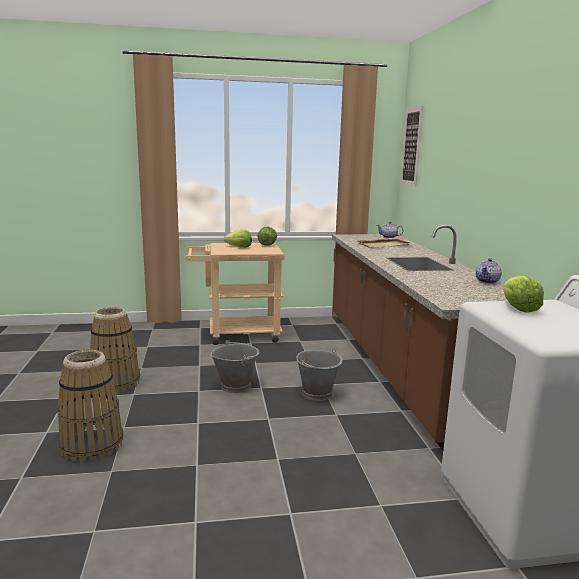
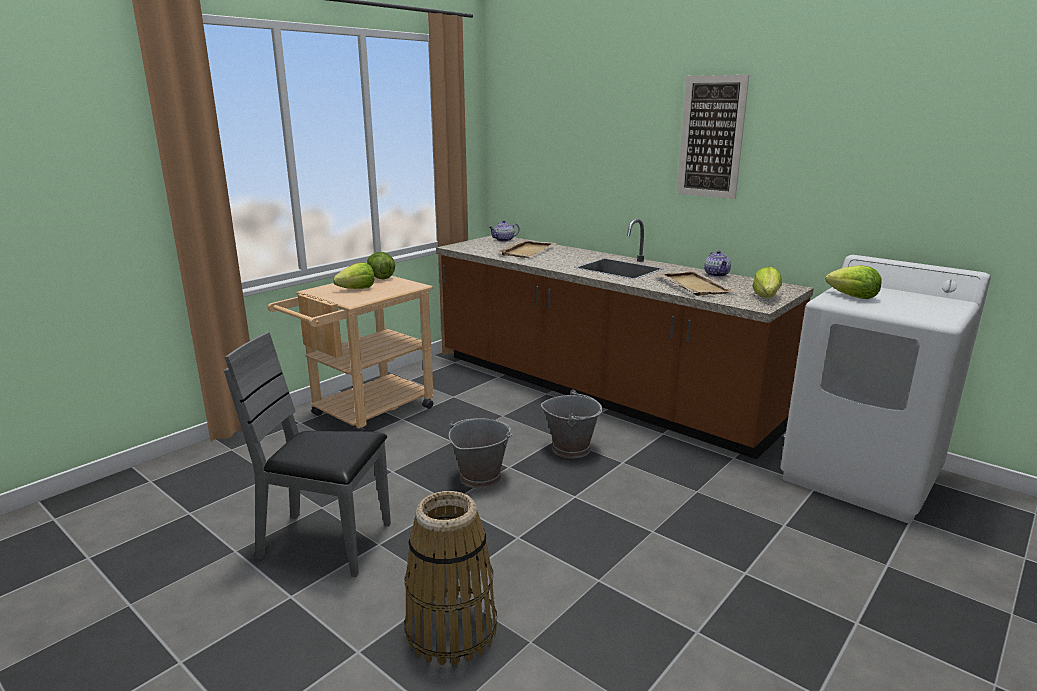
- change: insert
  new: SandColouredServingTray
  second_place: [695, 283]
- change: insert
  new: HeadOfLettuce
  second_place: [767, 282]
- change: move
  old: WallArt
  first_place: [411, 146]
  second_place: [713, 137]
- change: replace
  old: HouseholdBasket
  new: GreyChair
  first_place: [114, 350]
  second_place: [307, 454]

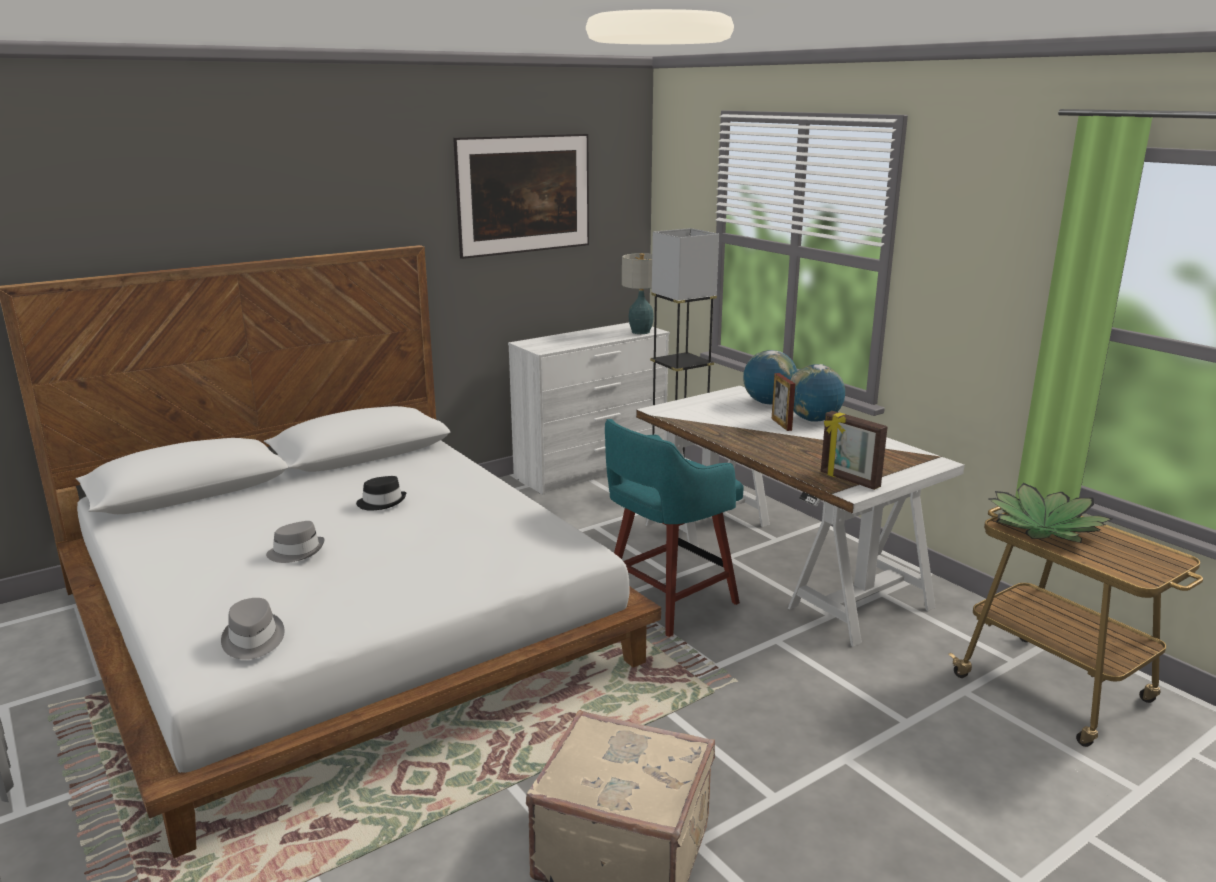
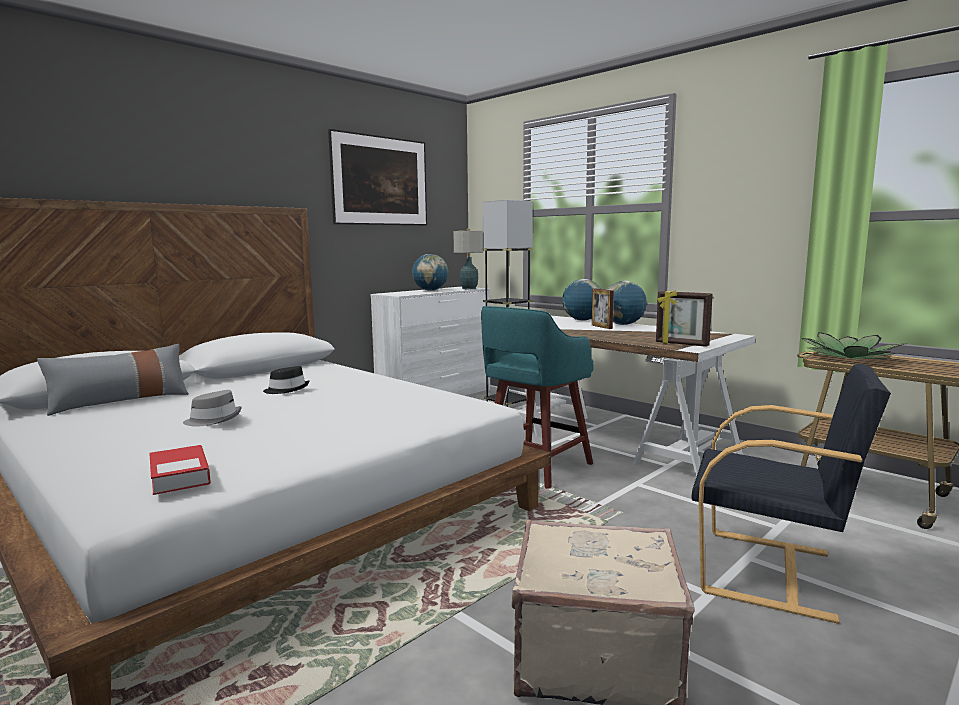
- change: insert
  new: GreyThrowPillow
  second_place: [113, 380]
- change: insert
  new: Globe
  second_place: [430, 272]
- change: insert
  new: BlackishEasyChair
  second_place: [791, 494]
- change: replace
  old: GreyClothingHat
  new: Book
  first_place: [253, 629]
  second_place: [180, 470]

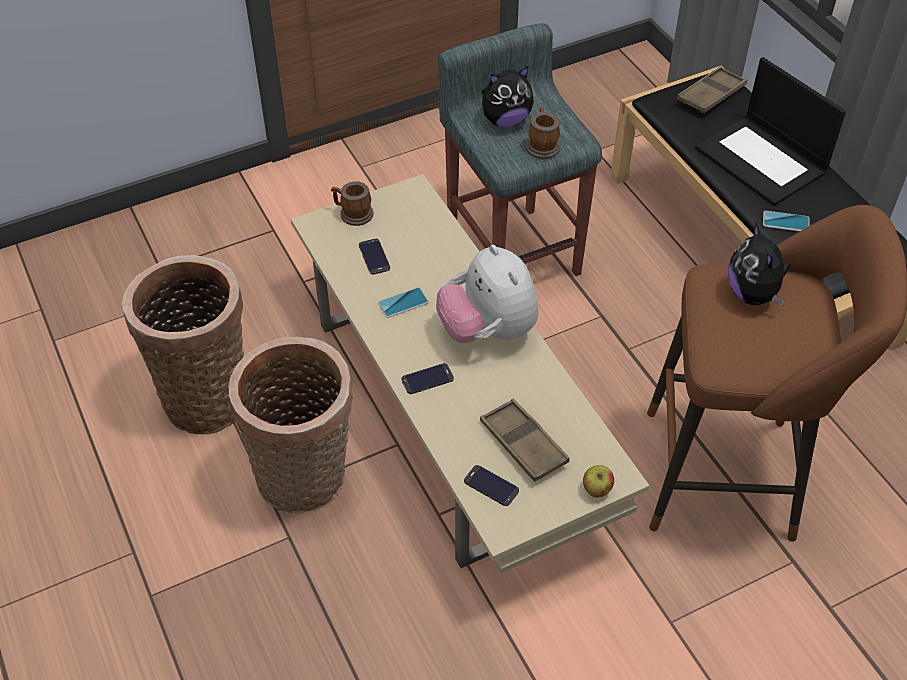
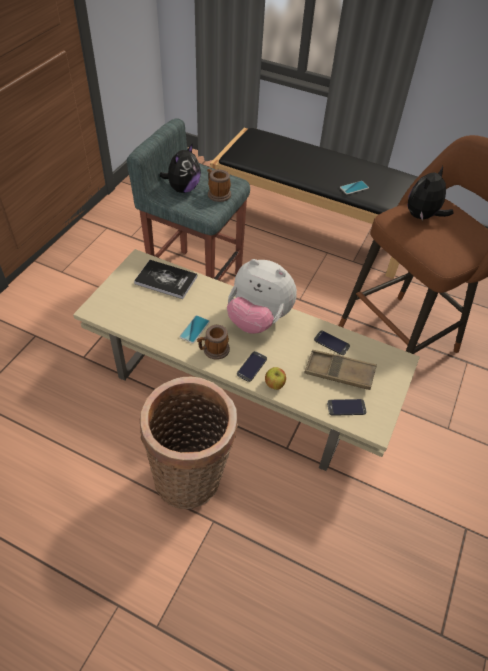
- change: delete
  old: HouseholdBasket
  first_place: [183, 344]
- change: delete
  old: BrownishServingTray
  first_place: [712, 89]
- change: delete
  old: PortableComputer
  first_place: [770, 131]
- change: insert
  new: Book
  second_place: [165, 279]
- change: move
  old: Mug
  first_place: [352, 203]
  second_place: [213, 342]
- change: move
  old: Telephone
  first_place: [374, 256]
  second_place: [332, 342]
- change: move
  old: WholeApple
  first_place: [598, 481]
  second_place: [275, 378]
- change: rotate
  old: PlushToy
  first_place: [759, 264]
  second_place: [431, 193]
  degrees: 90

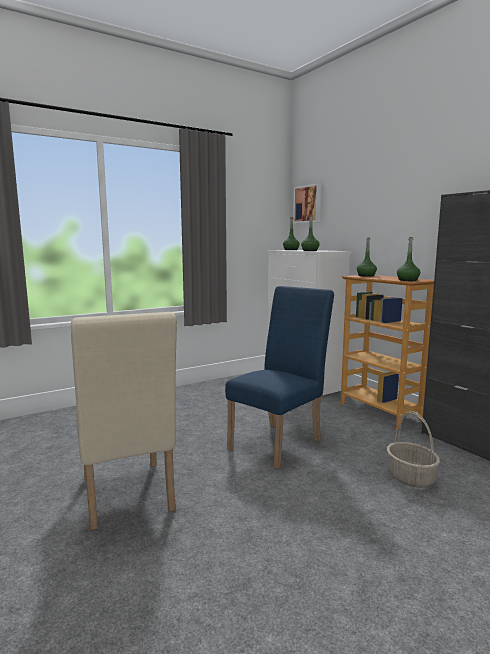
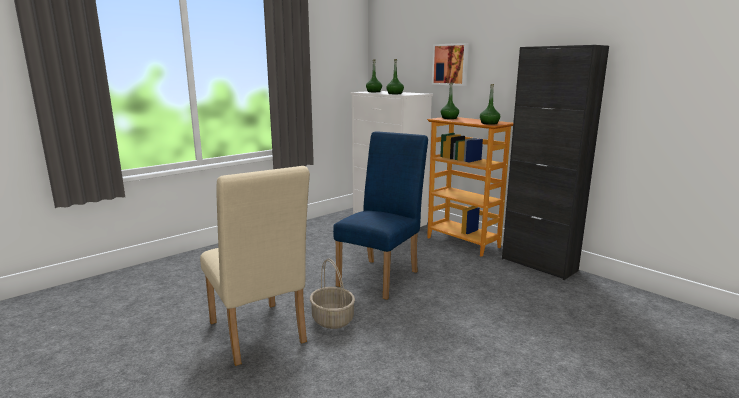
- change: move
  old: WallArt
  first_place: [307, 203]
  second_place: [450, 64]
- change: move
  old: HouseholdBasket
  first_place: [413, 449]
  second_place: [332, 293]

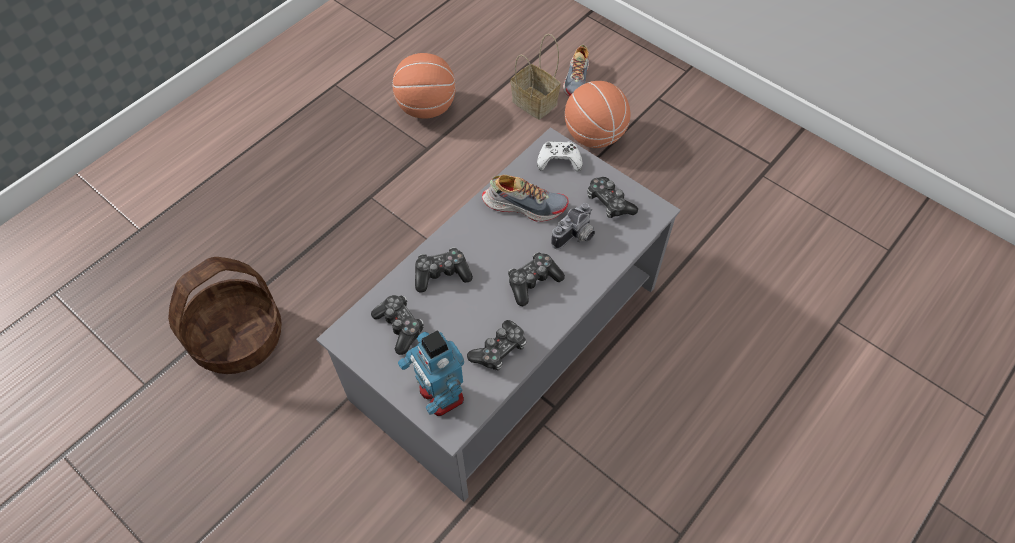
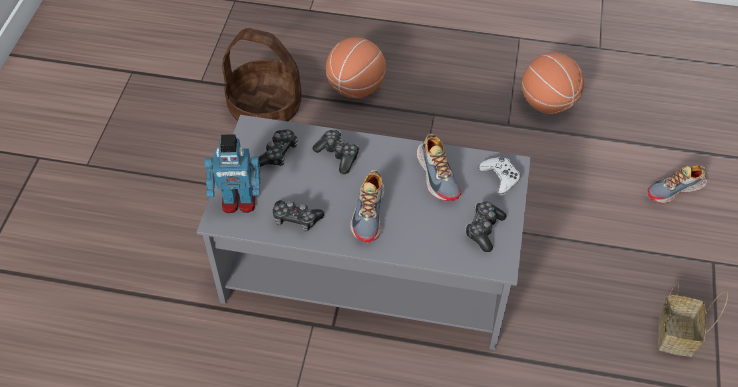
- change: delete
  old: PhotoCamera
  first_place: [573, 226]
- change: move
  old: HouseholdBasket
  first_place: [536, 77]
  second_place: [693, 319]
- change: move
  old: BasketballBall
  first_place: [598, 114]
  second_place: [356, 67]
- change: replace
  old: Joypad
  new: LowShoe
  first_place: [536, 279]
  second_place: [367, 206]
- change: rotate
  old: ModelRobot
  first_place: [431, 373]
  second_place: [232, 173]
  degrees: -120

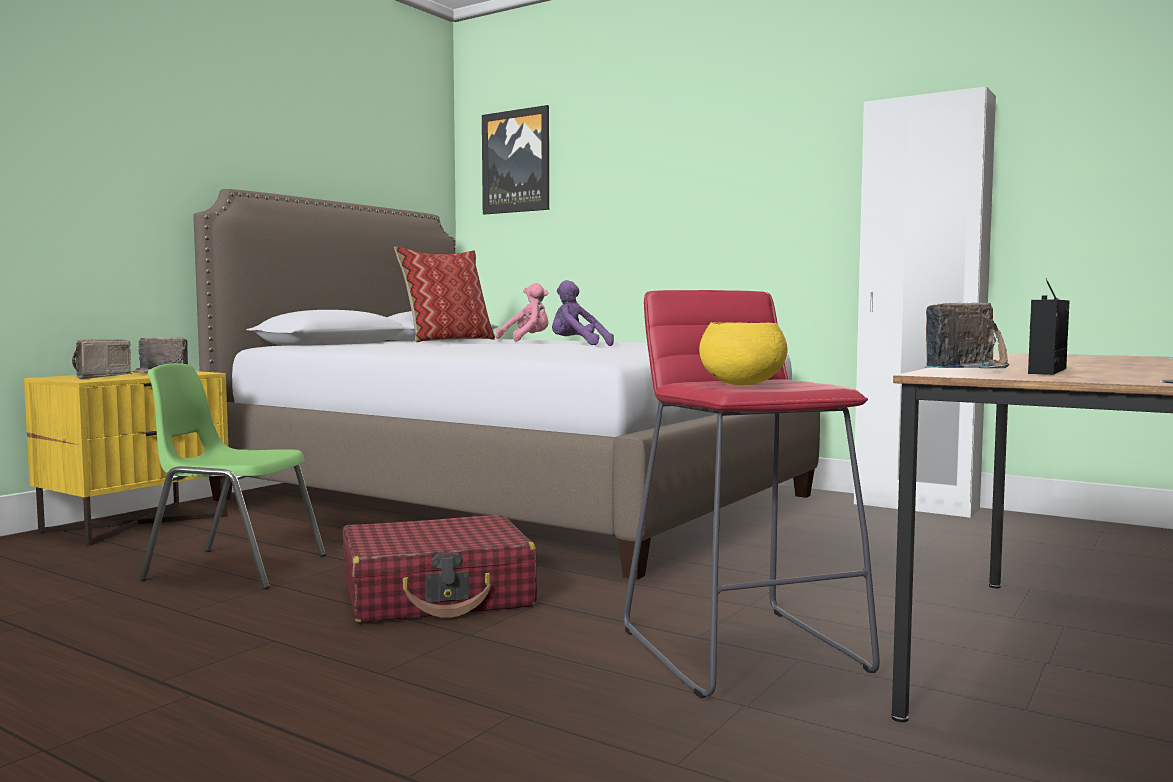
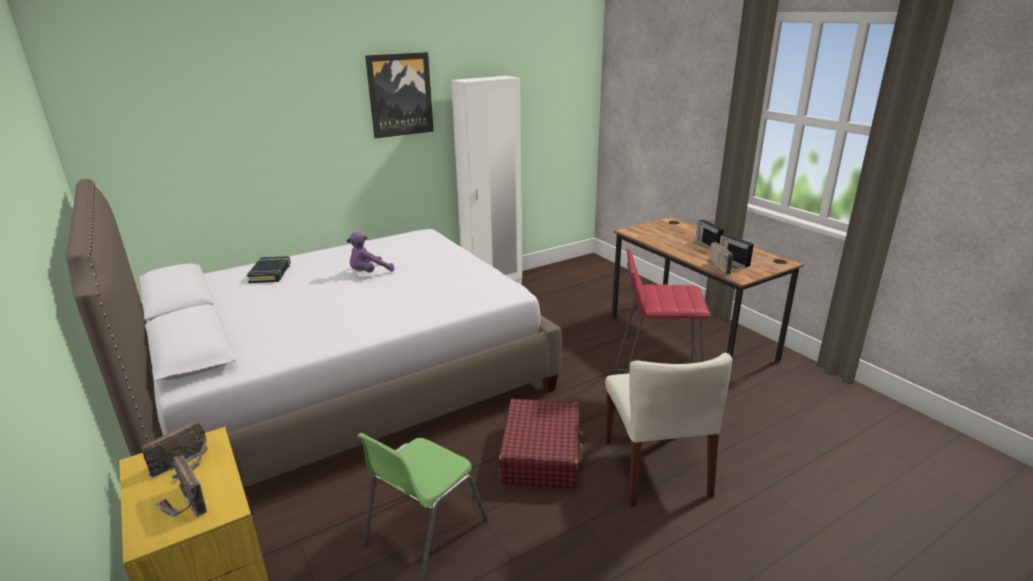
- change: delete
  old: ThrowPillow
  first_place: [444, 294]
- change: delete
  old: YellowDeepDish
  first_place: [743, 353]
- change: insert
  new: SandColouredChair
  second_place: [668, 430]
- change: insert
  new: RadioSet
  second_place: [710, 234]
- change: move
  old: WallArt
  first_place: [515, 160]
  second_place: [399, 95]
- change: replace
  old: PinkPlushToy
  new: BlackishBook
  first_place: [522, 312]
  second_place: [269, 269]

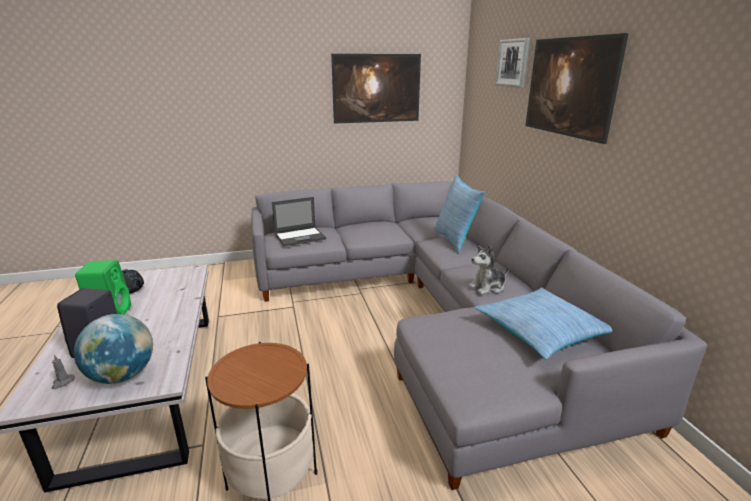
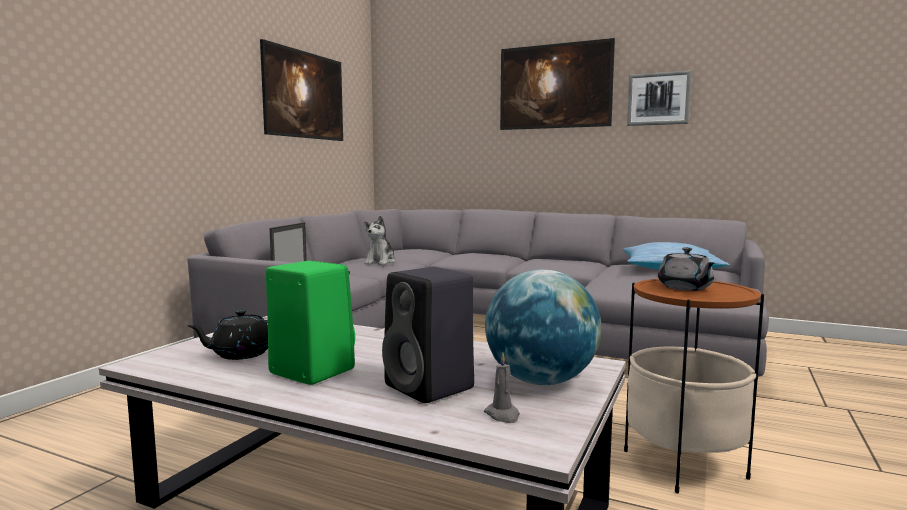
- change: delete
  old: ThrowPillow
  first_place: [459, 214]
- change: insert
  new: GreyTeapot
  second_place: [686, 269]
- change: move
  old: PlushToy
  first_place: [488, 269]
  second_place: [380, 240]
- change: move
  old: WallArt
  first_place: [512, 63]
  second_place: [659, 98]

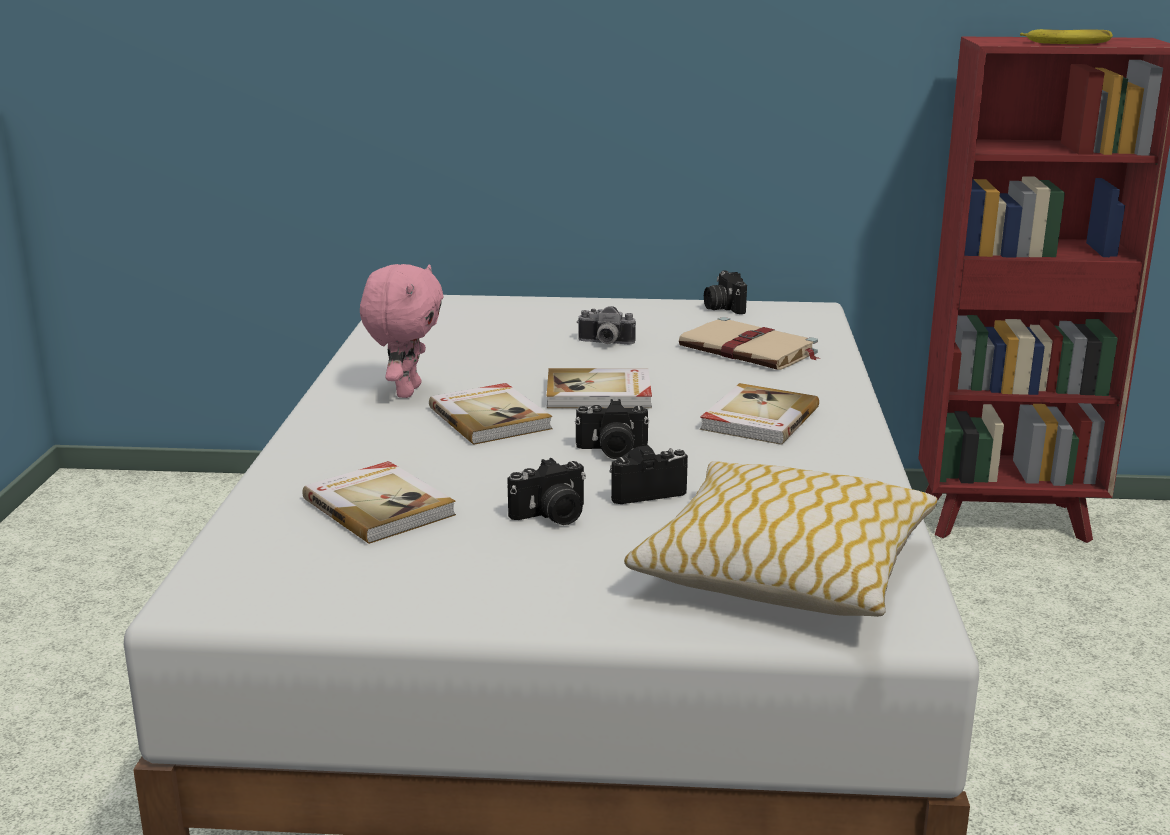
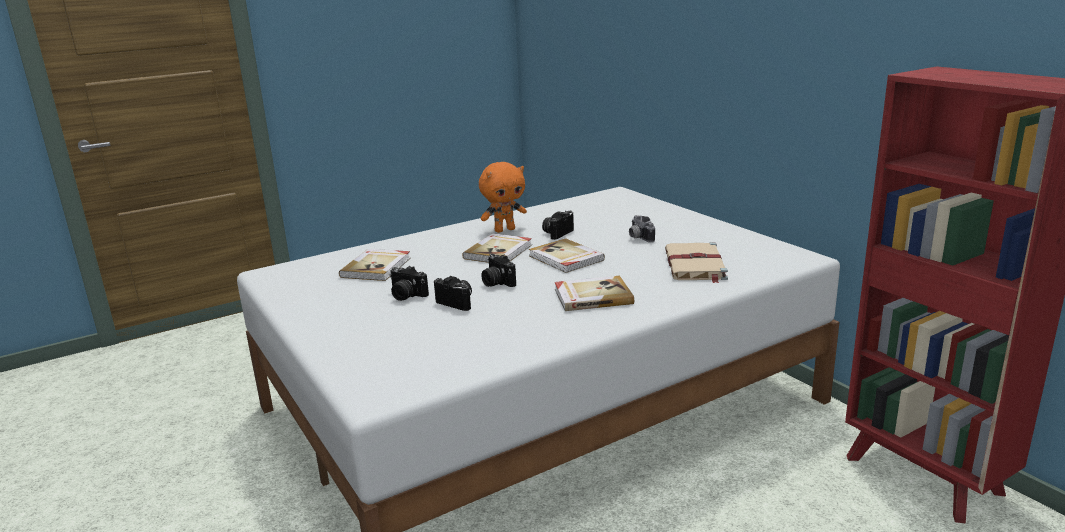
- change: delete
  old: ThrowPillow
  first_place: [780, 539]
- change: delete
  old: Banana
  first_place: [1066, 36]
- change: move
  old: PhotoCamera
  first_place: [725, 292]
  second_place: [558, 225]
- change: recolor
  old: PinkPlushToy
  new: OrangeyPlushToy
  first_place: [401, 331]
  second_place: [503, 197]

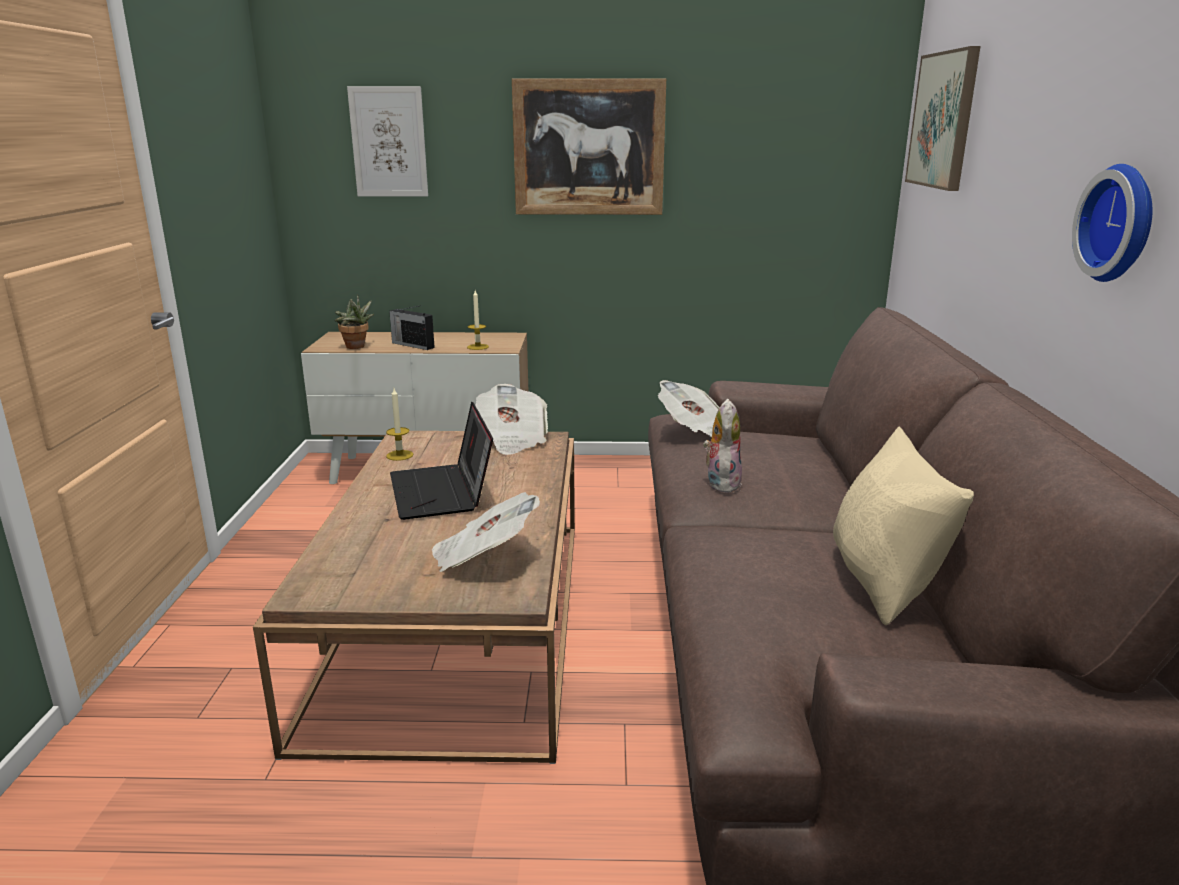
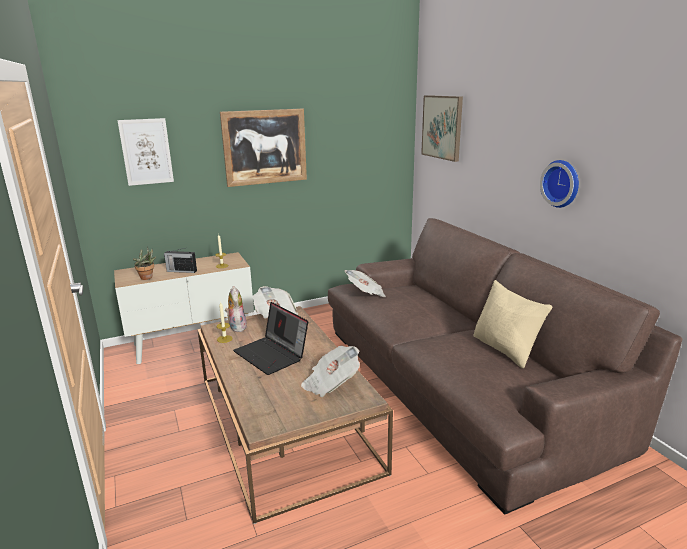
- change: move
  old: PlushToy
  first_place: [722, 446]
  second_place: [236, 309]

